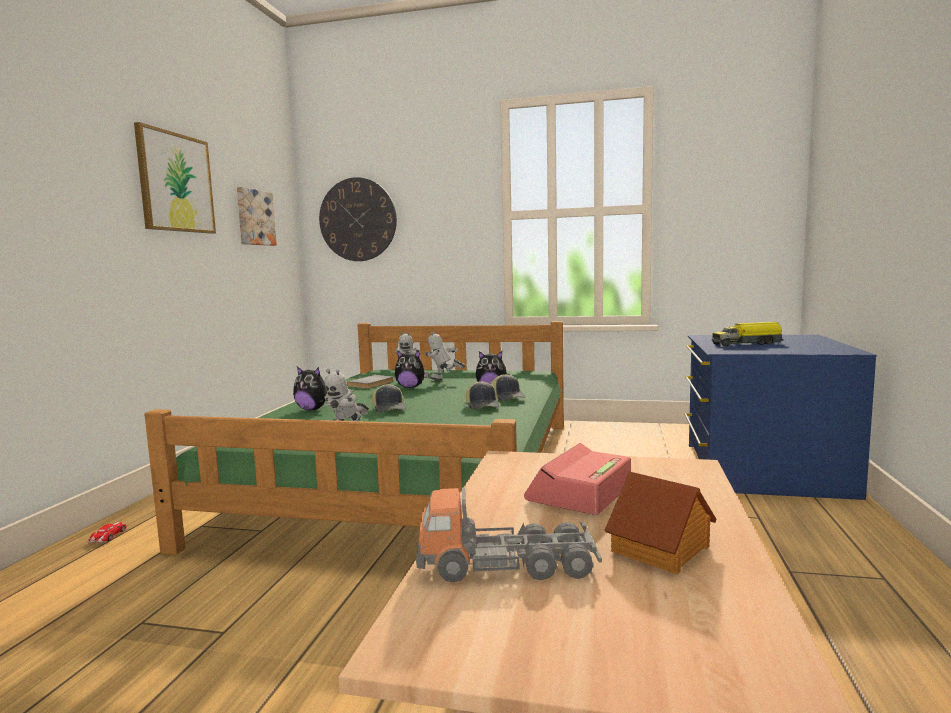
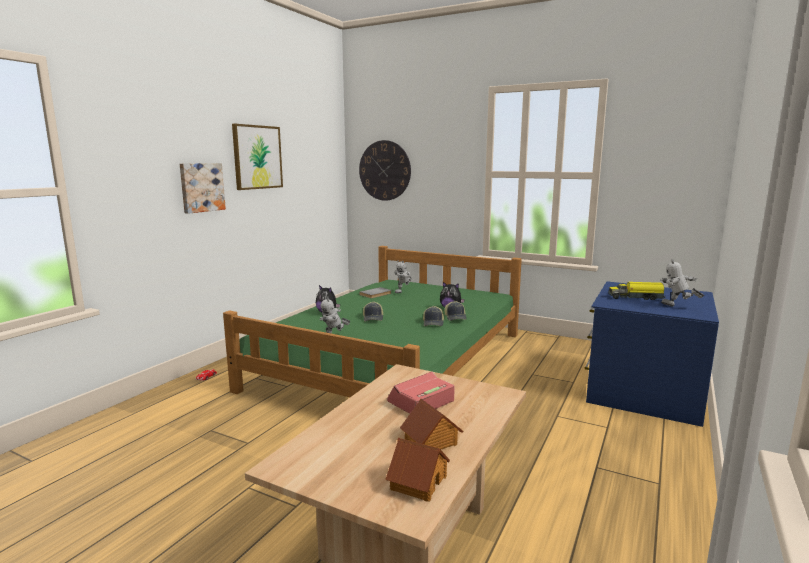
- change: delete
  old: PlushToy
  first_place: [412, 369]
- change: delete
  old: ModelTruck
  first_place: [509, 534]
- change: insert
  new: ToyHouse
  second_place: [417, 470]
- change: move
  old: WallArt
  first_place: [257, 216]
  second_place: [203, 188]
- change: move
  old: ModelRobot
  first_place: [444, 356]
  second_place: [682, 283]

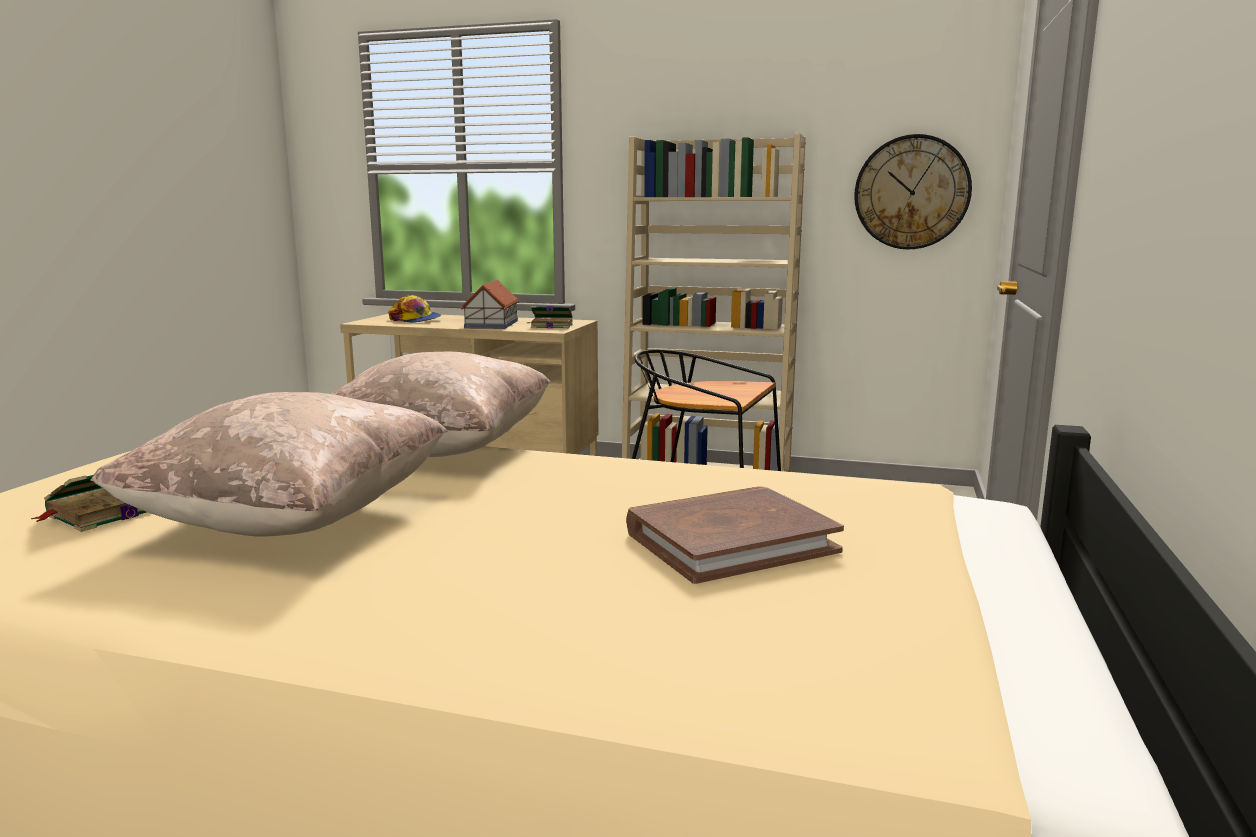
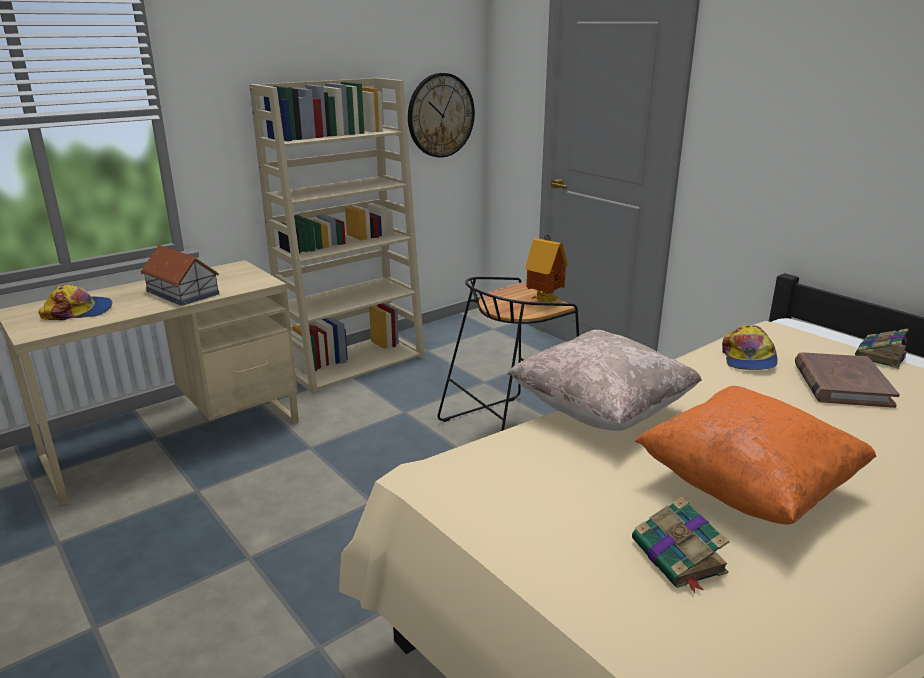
- change: insert
  new: ToyHouse
  second_place: [546, 269]
- change: insert
  new: Cap
  second_place: [750, 347]
- change: move
  old: Book
  first_place: [550, 317]
  second_place: [882, 349]
- change: recolor
  old: SandColouredThrowPillow
  new: OrangeyThrowPillow
  first_place: [268, 464]
  second_place: [755, 455]

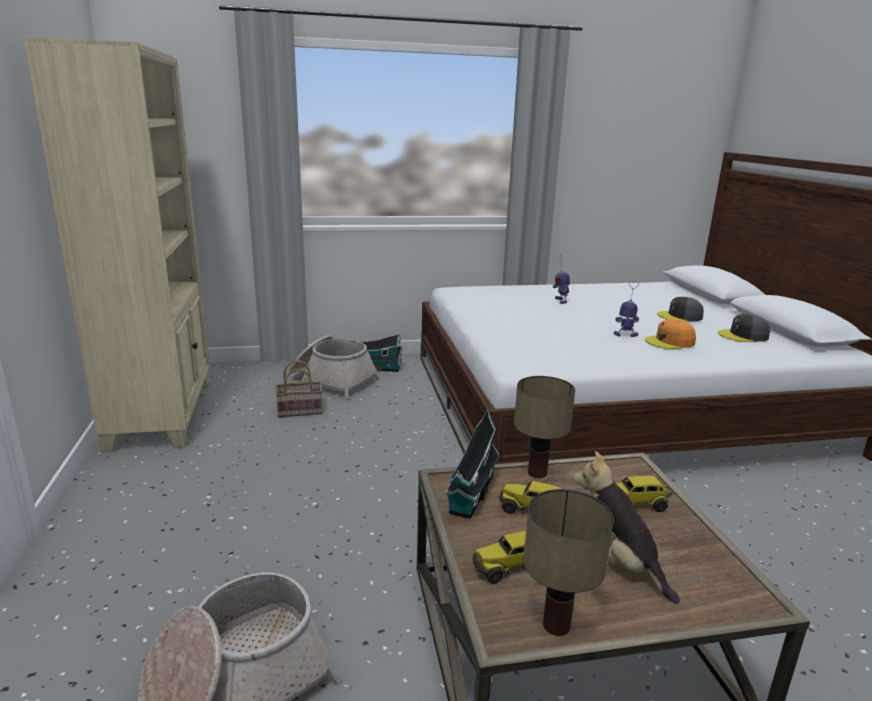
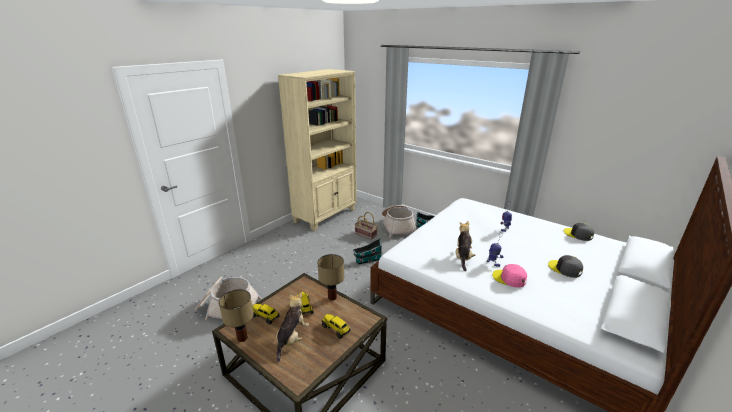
- change: insert
  new: PlushToy
  second_place: [465, 246]
- change: move
  old: ToyHouse
  first_place: [472, 464]
  second_place: [368, 252]
- change: move
  old: GreyCap
  first_place: [744, 328]
  second_place: [578, 232]
- change: recolor
  old: OrangeyCap
  new: PinkCap
  first_place: [670, 334]
  second_place: [509, 276]

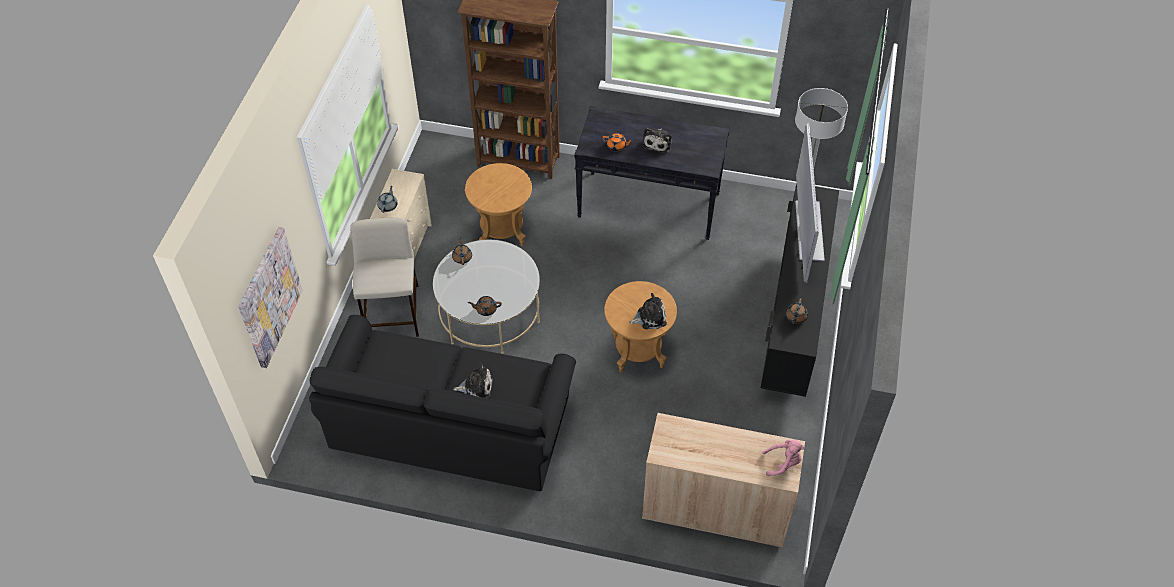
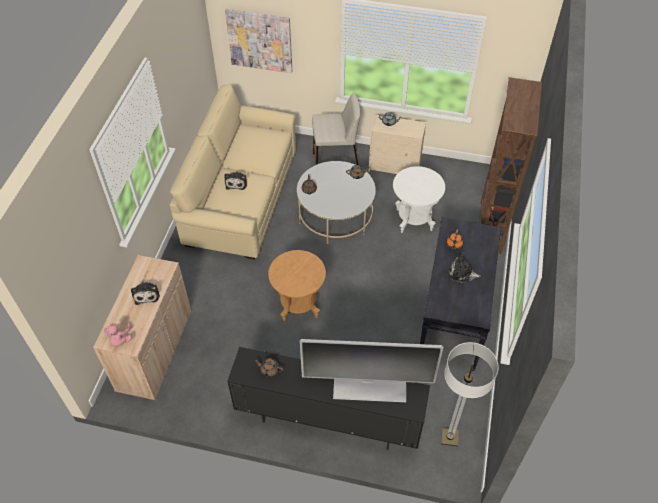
- change: move
  old: PlushToy
  first_place: [648, 311]
  second_place: [145, 292]
- change: recolor
  old: BlackishSofa
  new: SandColouredSofa
  first_place: [442, 403]
  second_place: [233, 171]
- change: recolor
  old: BrownishEndTable
  new: WhitishEndTable
  first_place: [498, 204]
  second_place: [419, 199]

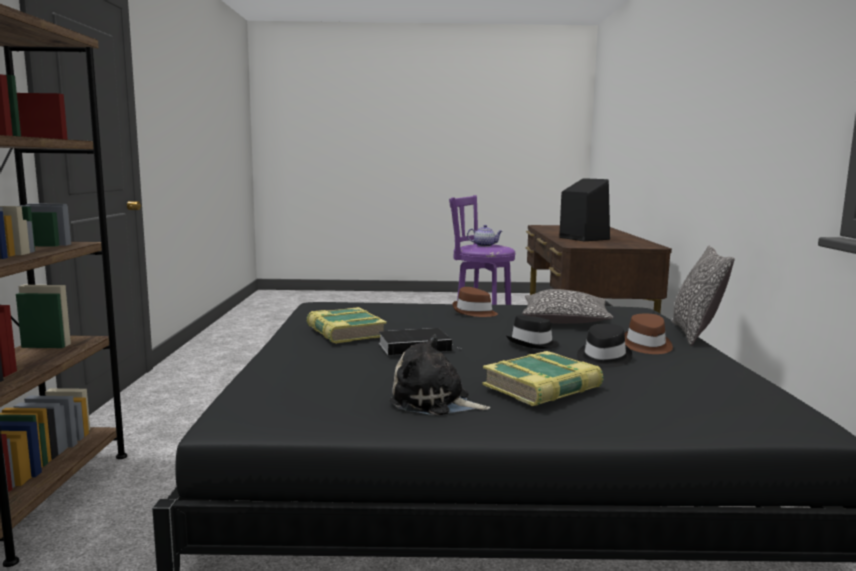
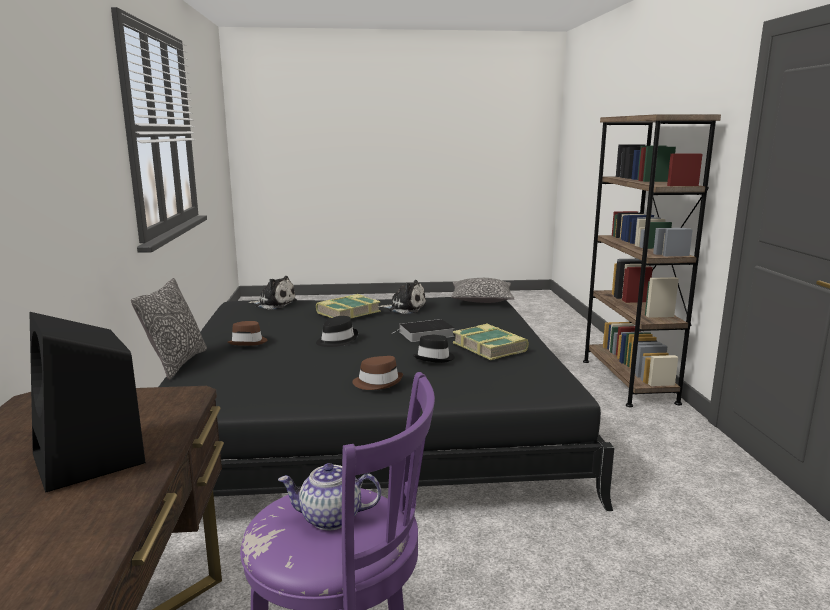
- change: insert
  new: PlushToy
  second_place: [272, 293]
- change: move
  old: ThrowPillow
  first_place: [567, 306]
  second_place: [483, 290]
- change: move
  old: BlackishClothingHat
  first_place: [605, 346]
  second_place: [434, 349]

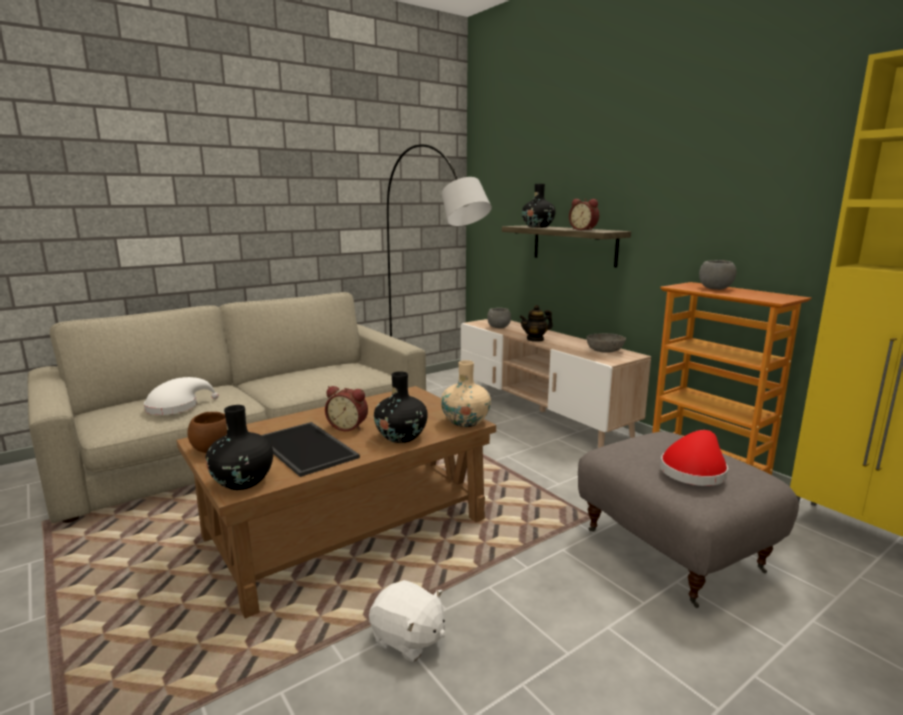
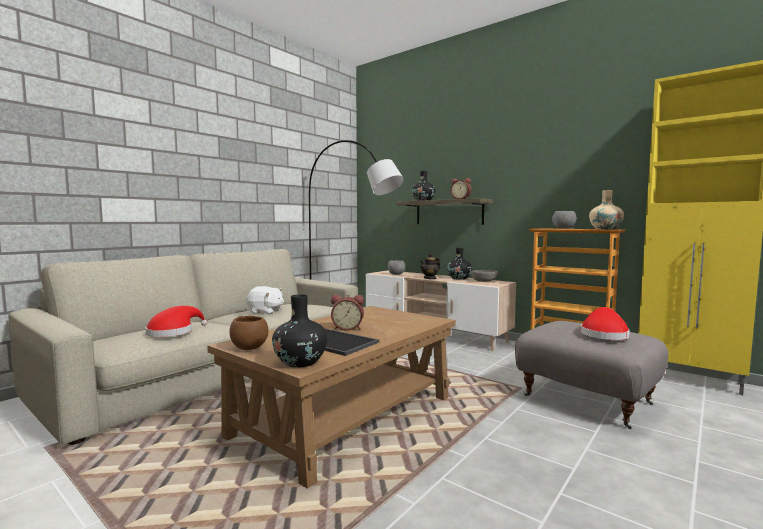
- change: move
  old: WhitishPlushToy
  first_place: [407, 621]
  second_place: [265, 300]
- change: move
  old: BlackishVase
  first_place: [401, 407]
  second_place: [459, 264]
- change: move
  old: SandColouredVase
  first_place: [466, 393]
  second_place: [606, 209]
- change: recolor
  old: WhitishClothingHat
  new: RedColouredClothingHat
  first_place: [181, 396]
  second_place: [176, 321]

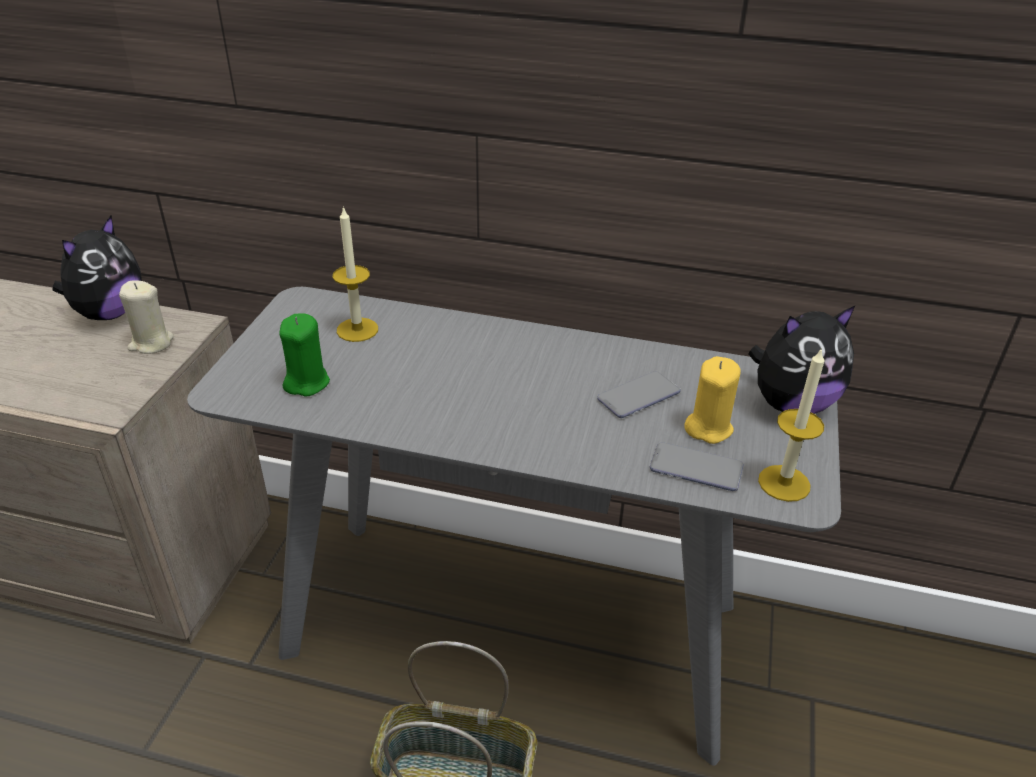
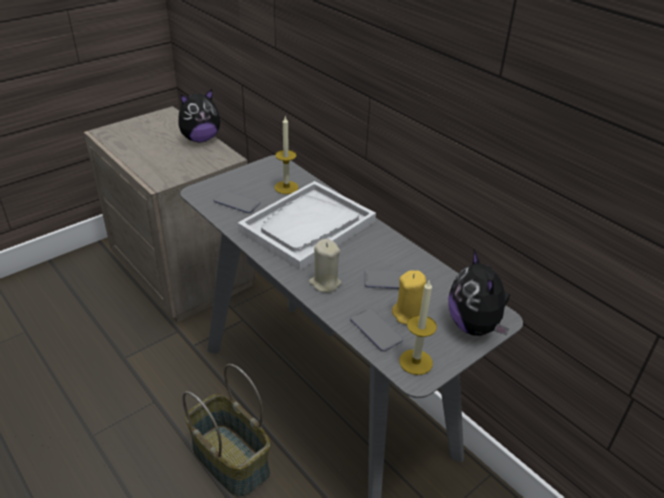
- change: insert
  new: WhitishServingTray
  second_place: [307, 225]
- change: move
  old: SandColouredCandle
  first_place: [146, 317]
  second_place: [325, 266]
- change: replace
  old: GreenColouredCandle
  new: Telephone
  first_place: [305, 355]
  second_place: [237, 201]
- change: rotate
  old: PlushToy
  first_place: [802, 359]
  second_place: [479, 293]
  degrees: 60

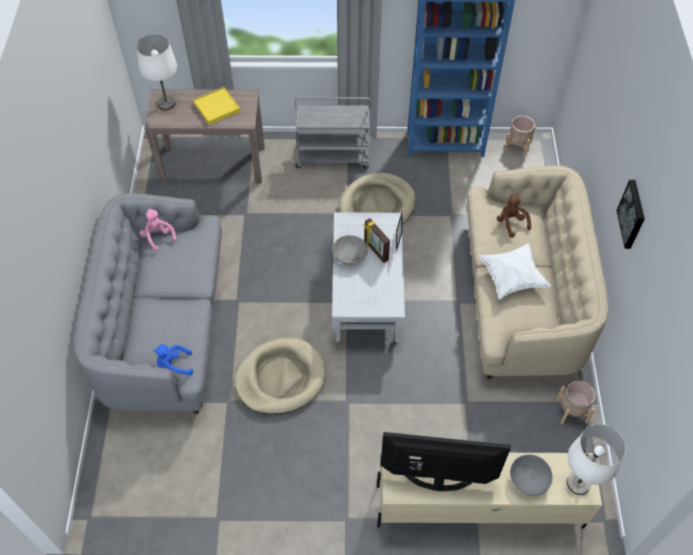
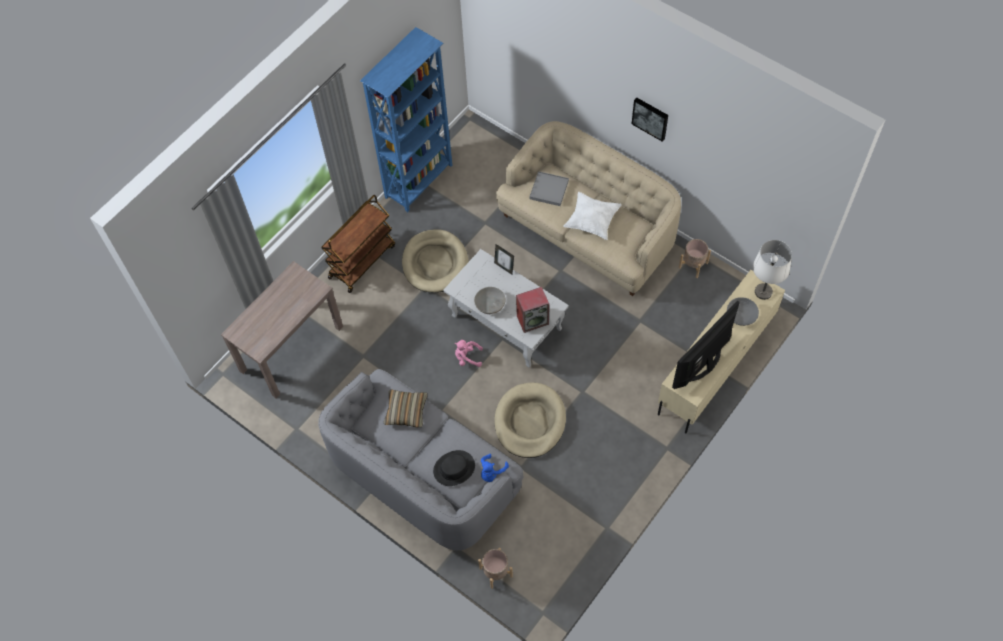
- change: delete
  old: WhitishLampForATable
  first_place: [156, 72]
- change: delete
  old: YellowServingTray
  first_place: [217, 106]
- change: delete
  old: StandingFrame
  first_place: [377, 240]
- change: insert
  new: ThrowPillow
  second_place: [405, 408]
- change: insert
  new: BlackishClothingHat
  second_place: [454, 468]
- change: insert
  new: AudioSpeaker
  second_place: [532, 310]
- change: move
  old: PinkPlushToy
  first_place: [158, 230]
  second_place: [469, 353]
- change: move
  old: SandColouredPlanter
  first_place: [520, 136]
  second_place: [495, 568]
- change: replace
  old: BrownishPlushToy
  new: GreyServingTray
  first_place: [514, 216]
  second_place: [549, 188]
- change: recolor
  old: GreyTrolley
  new: BrownishTrolley
  first_place: [332, 133]
  second_place: [358, 244]

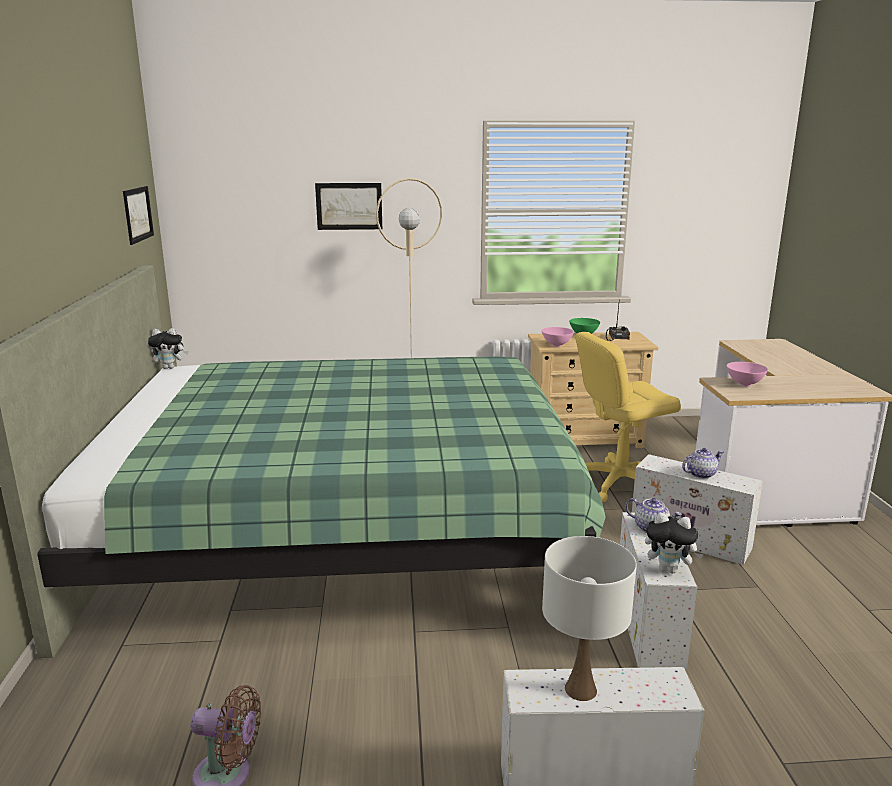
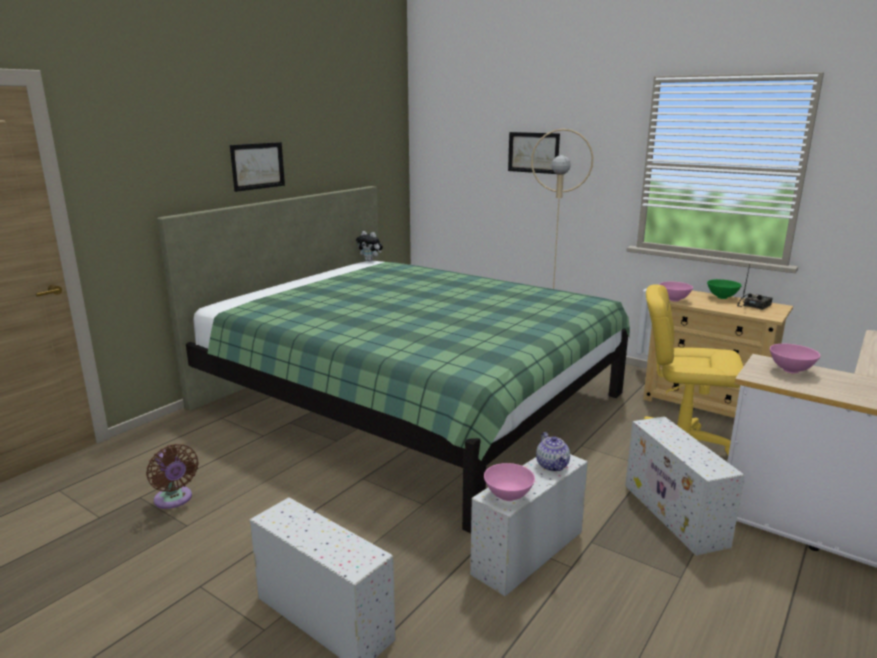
- change: delete
  old: WhitishLampForATable
  first_place: [589, 618]
- change: delete
  old: Teapot
  first_place: [703, 463]
- change: move
  old: WallArt
  first_place: [138, 215]
  second_place: [257, 167]
- change: replace
  old: PlushToy
  new: PinkDeepDish
  first_place: [674, 543]
  second_place: [509, 482]

